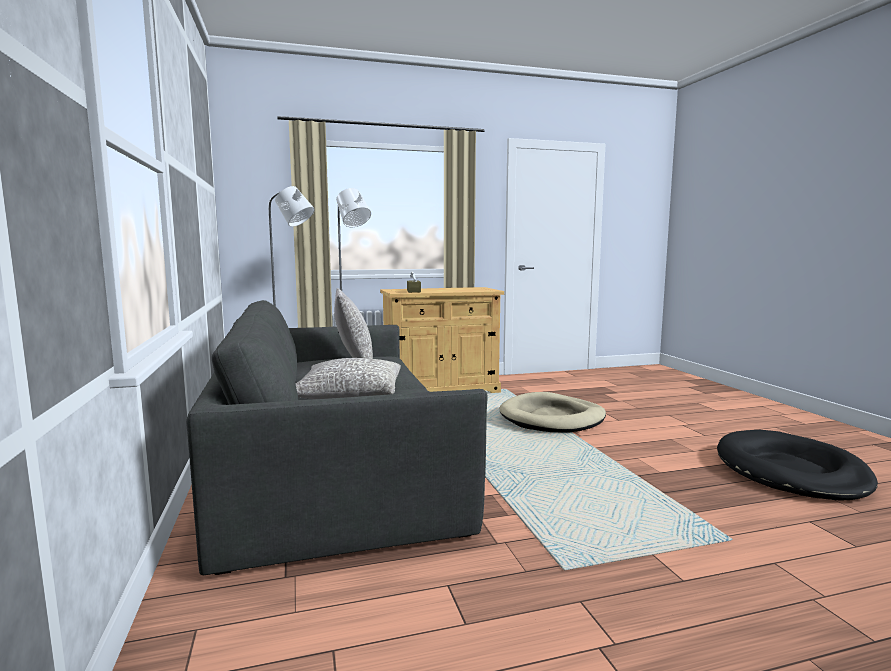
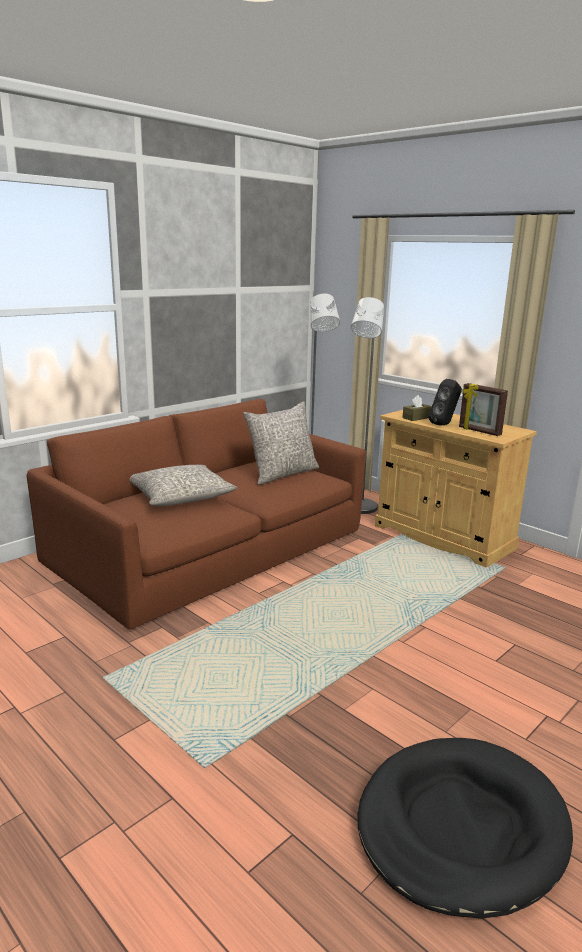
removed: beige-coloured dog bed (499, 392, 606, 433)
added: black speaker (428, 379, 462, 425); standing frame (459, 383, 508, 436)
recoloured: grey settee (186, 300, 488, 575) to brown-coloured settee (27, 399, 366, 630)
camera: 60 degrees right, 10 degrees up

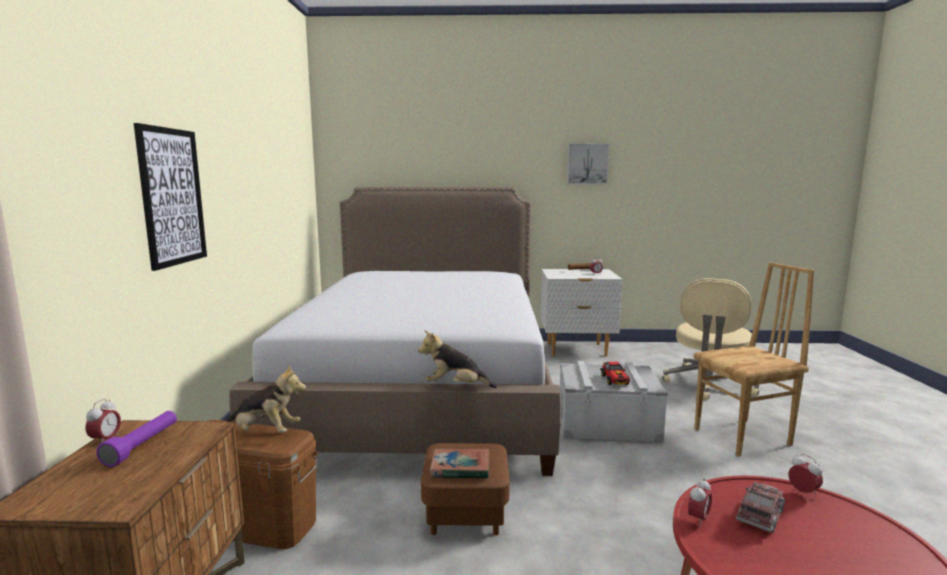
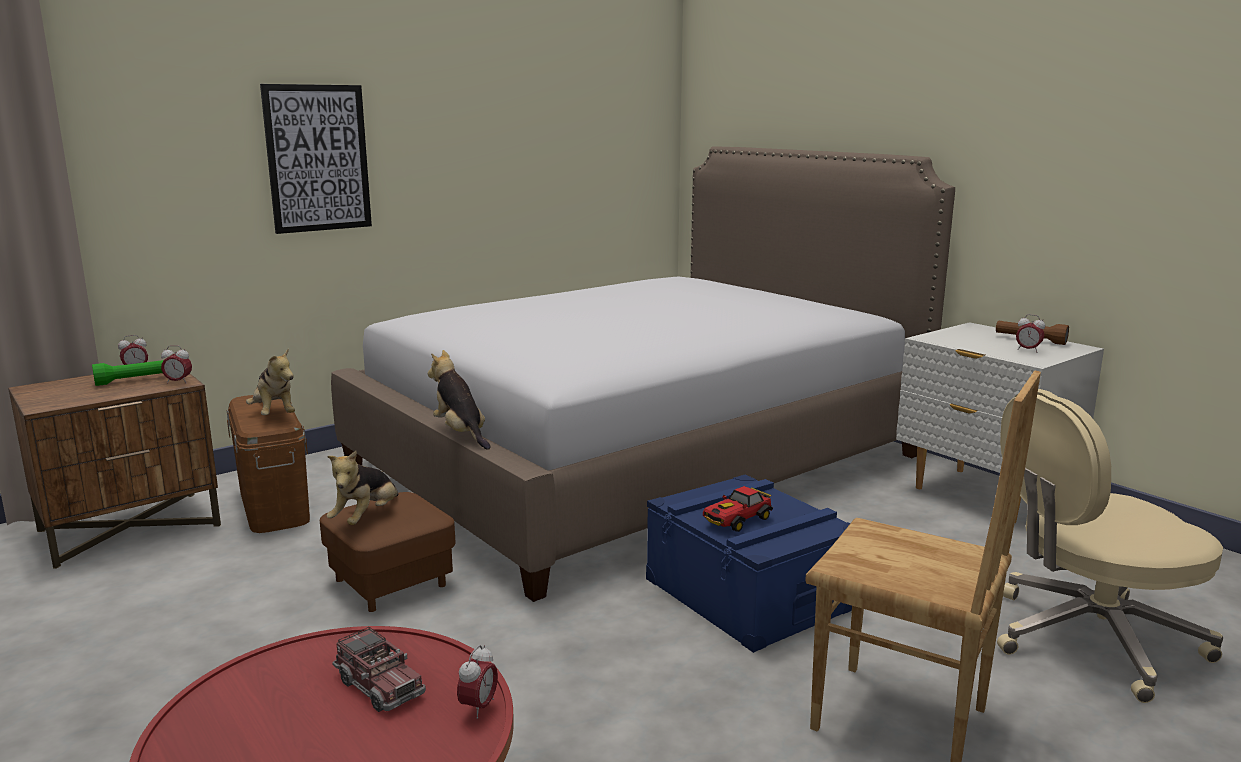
removed: wall picture (567, 144, 609, 184)
moved: alarm clock (688, 478, 712, 527) to (161, 345, 192, 384)
replaced: bound book (430, 449, 489, 478) to cuddly toy (327, 451, 399, 525)
recoloured: purplish torch (97, 411, 177, 467) to green-coloured torch (92, 360, 163, 386); grey storage box (560, 361, 668, 443) to blue-coloured storage box (646, 475, 852, 653)
turned: toy truck (736, 482, 785, 533) = (332, 627, 426, 712) 45 degrees clockwise
camera: 50 degrees right, 5 degrees up

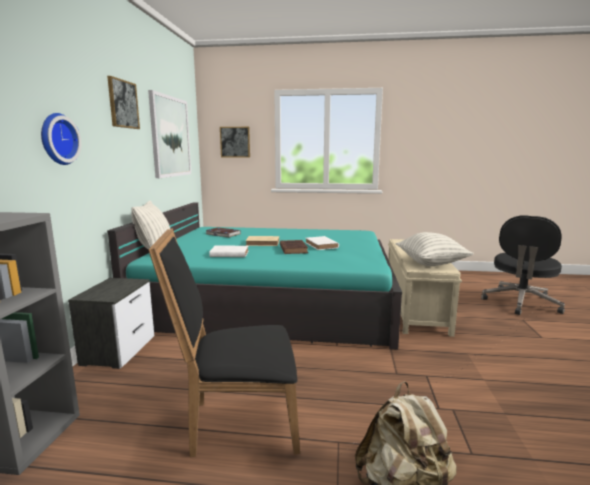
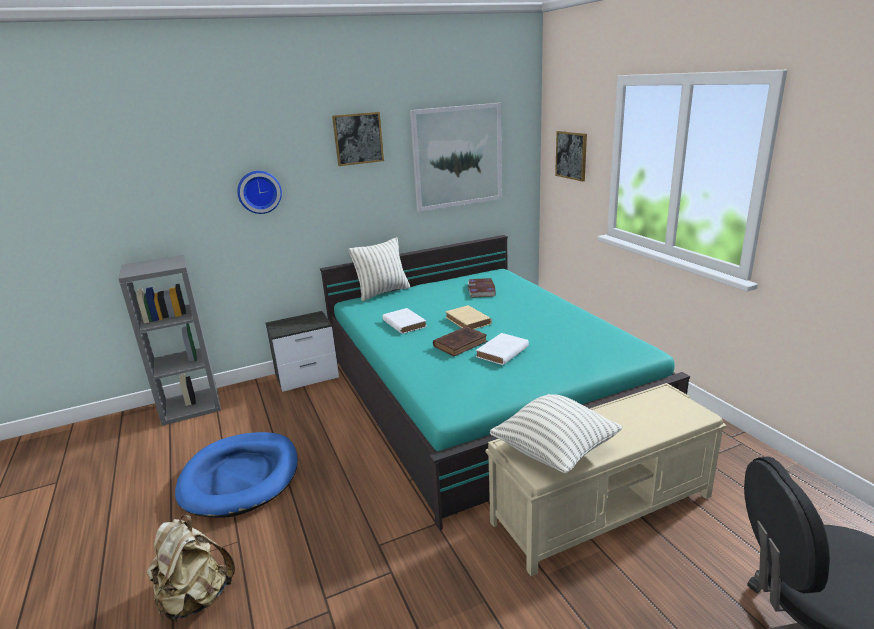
replaced: black chair (149, 228, 300, 457) to blue-coloured dog bed (175, 432, 298, 518)
camera: 60 degrees right, 10 degrees up

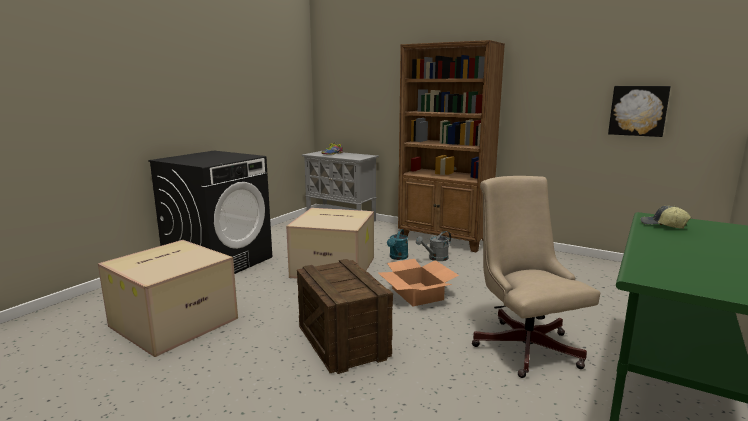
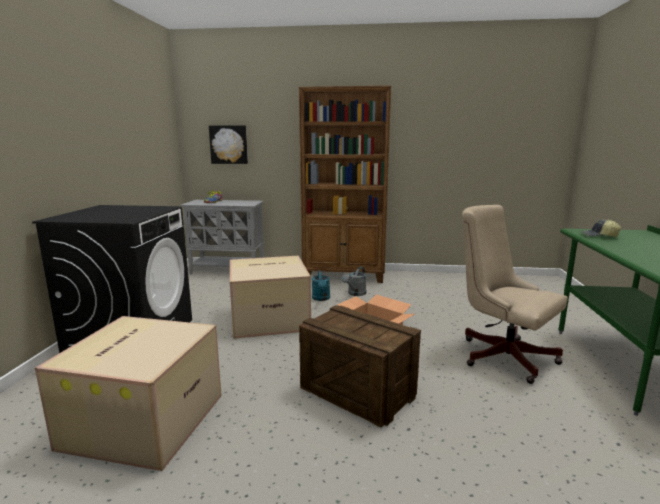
moved: wall picture (608, 86, 671, 137) to (209, 125, 248, 164)
camera: 25 degrees left, 0 degrees up

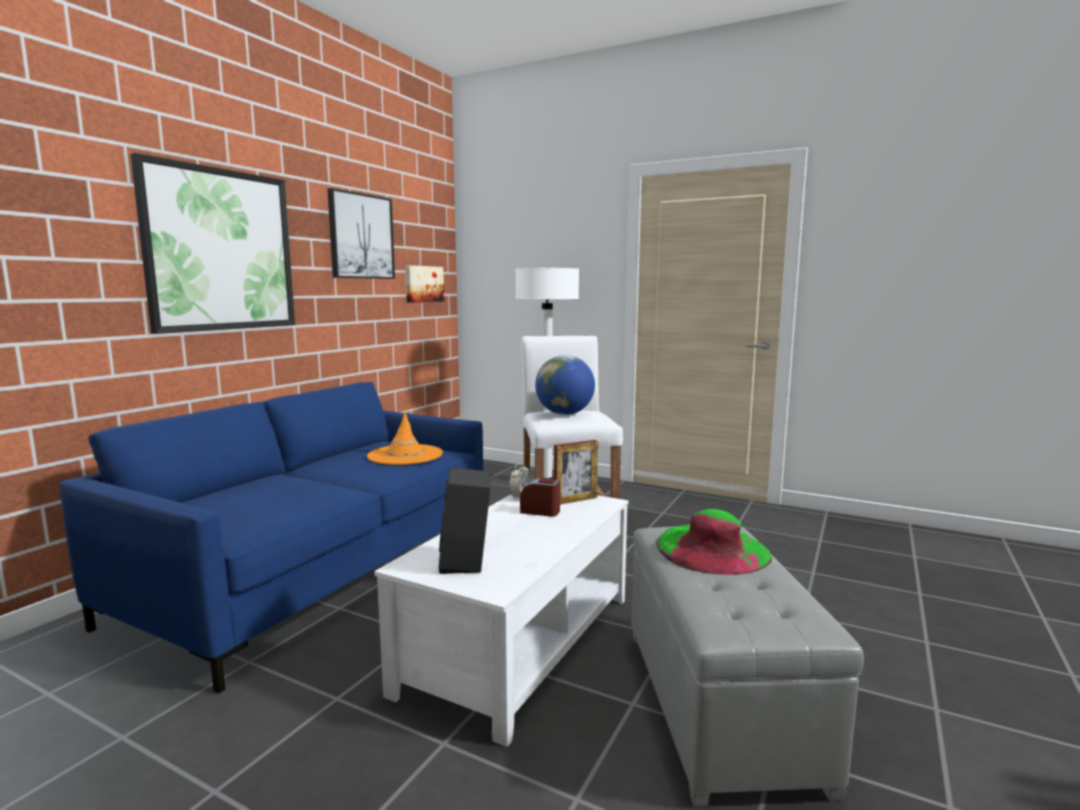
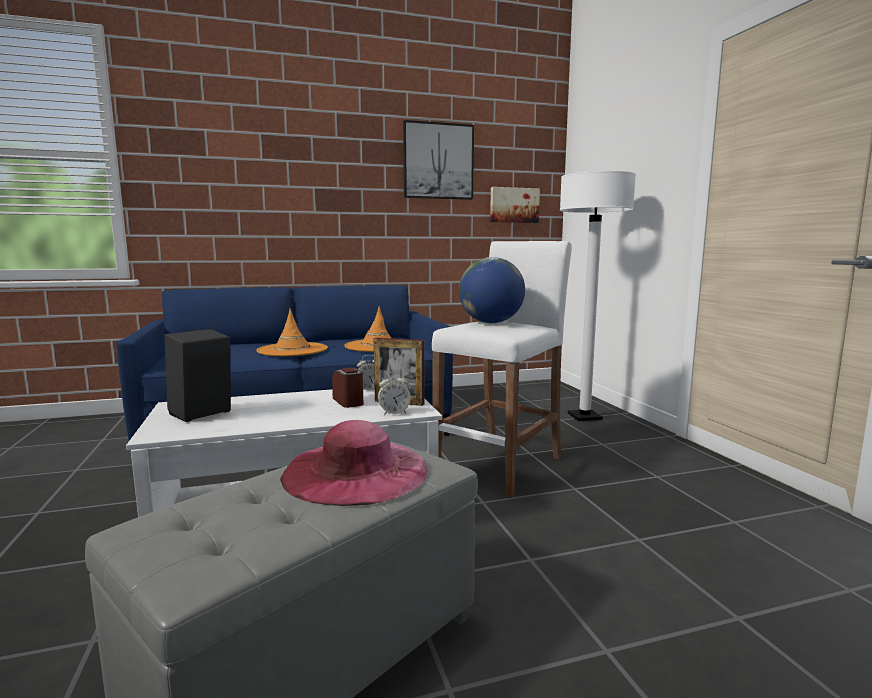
removed: wall picture (130, 153, 295, 334)
added: orange-coloured hat (256, 308, 328, 356); alarm clock (378, 372, 411, 415)
recoloured: green-coloured hat (656, 509, 772, 575) to pinkish hat (280, 420, 427, 506)
camera: 45 degrees right, 0 degrees up

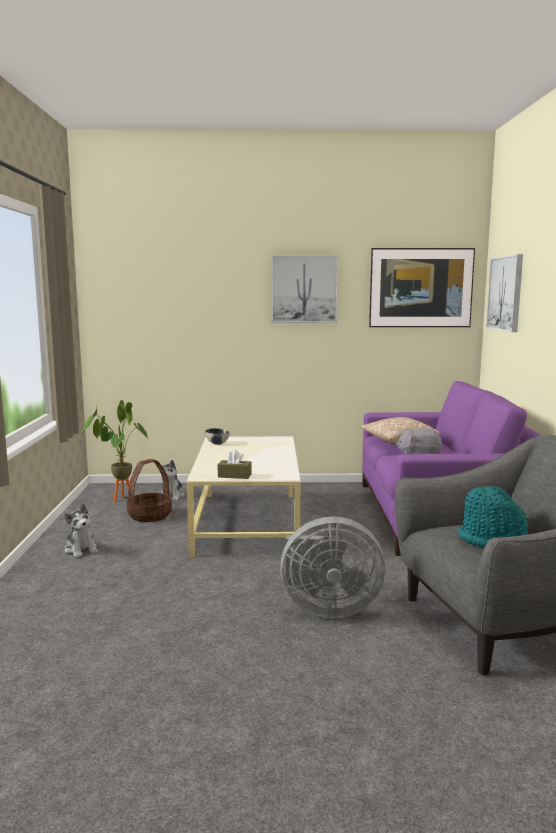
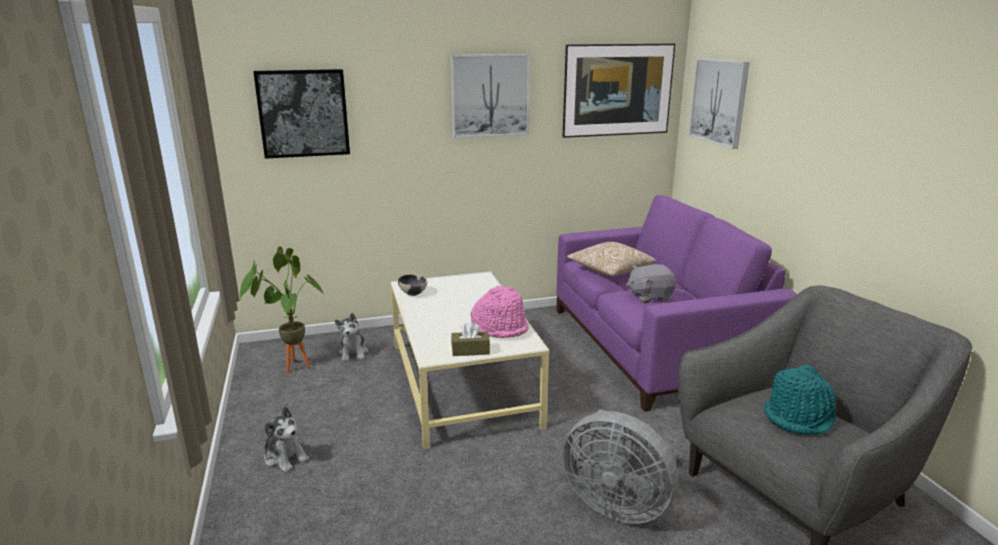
removed: storage basket (127, 459, 172, 522)
added: wall picture (253, 69, 350, 159); pinkish hat (471, 286, 529, 338)
turned: grey fan (280, 516, 386, 619) = (563, 409, 678, 524) 45 degrees clockwise
camera: 15 degrees left, 10 degrees up

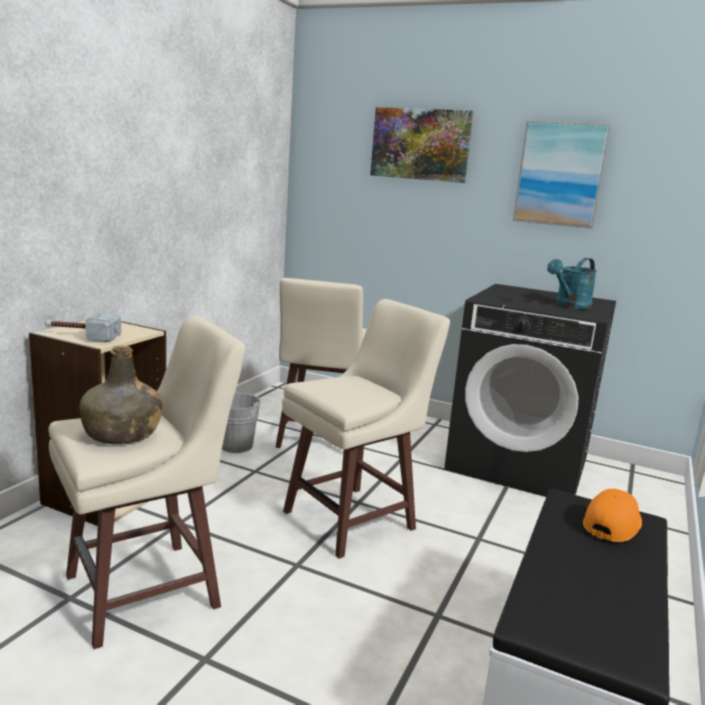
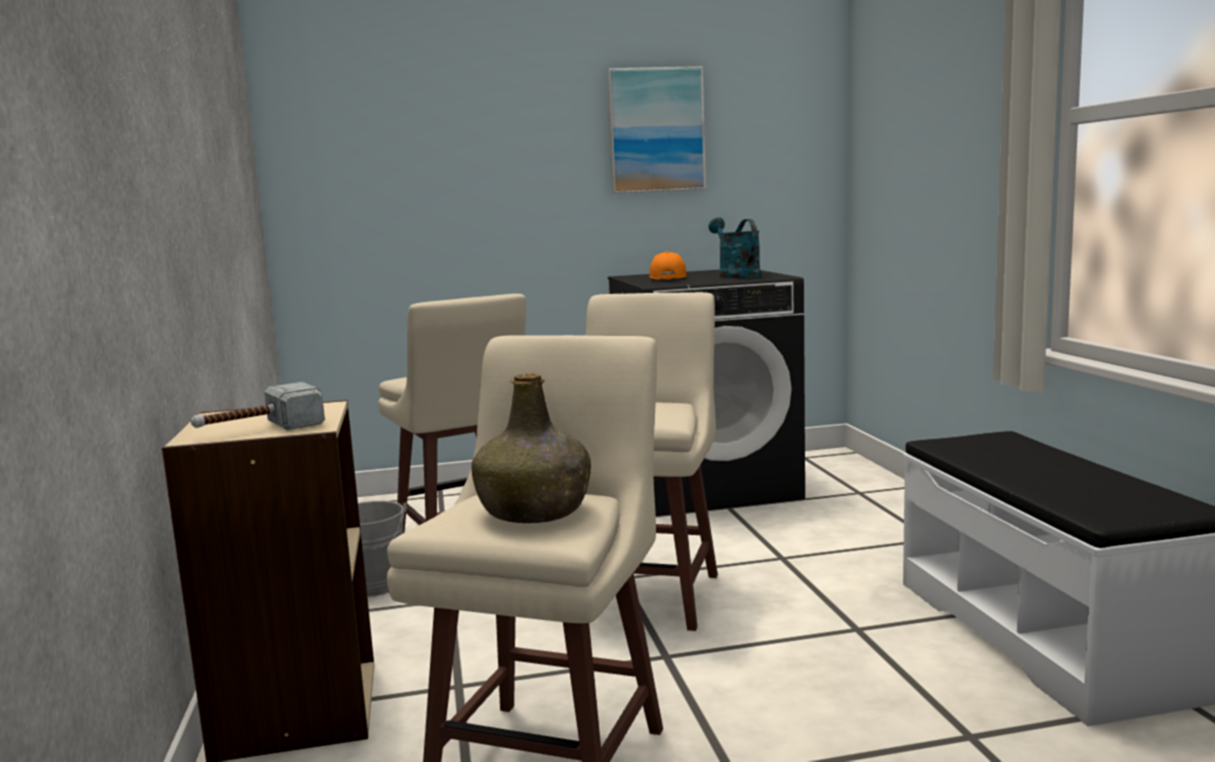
removed: wall picture (370, 107, 474, 183)
moved: orange-coloured baseball cap (583, 489, 642, 542) to (649, 251, 686, 280)
turned: turquoise watering can (547, 258, 597, 309) = (709, 217, 761, 278) 150 degrees clockwise
camera: 35 degrees left, 5 degrees down

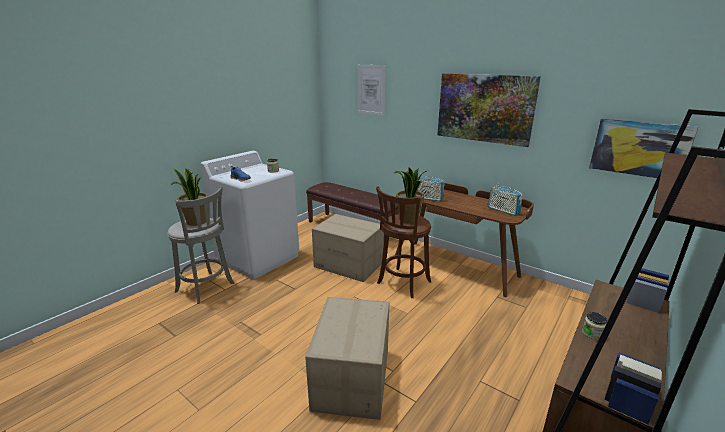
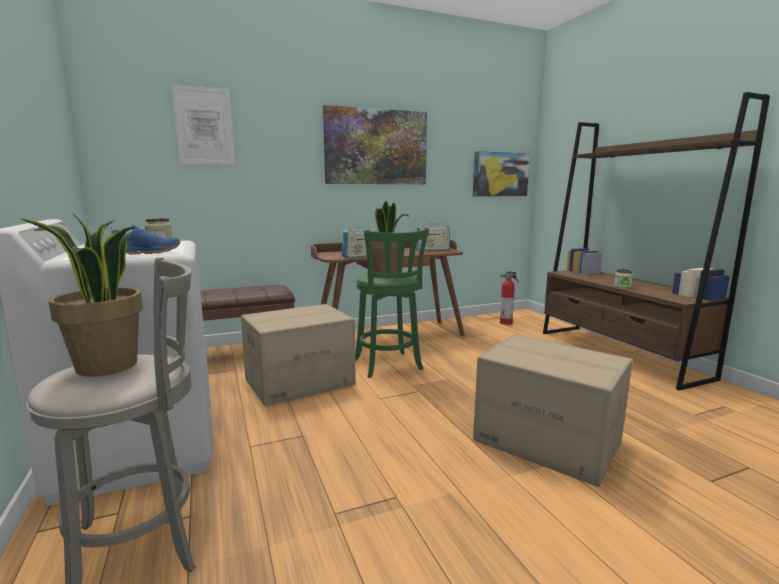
added: extinguisher (500, 271, 519, 325)
recoloured: brown-coloured stool seat (376, 186, 432, 298) to green-coloured stool seat (355, 228, 429, 378)
camera: 60 degrees left, 10 degrees down

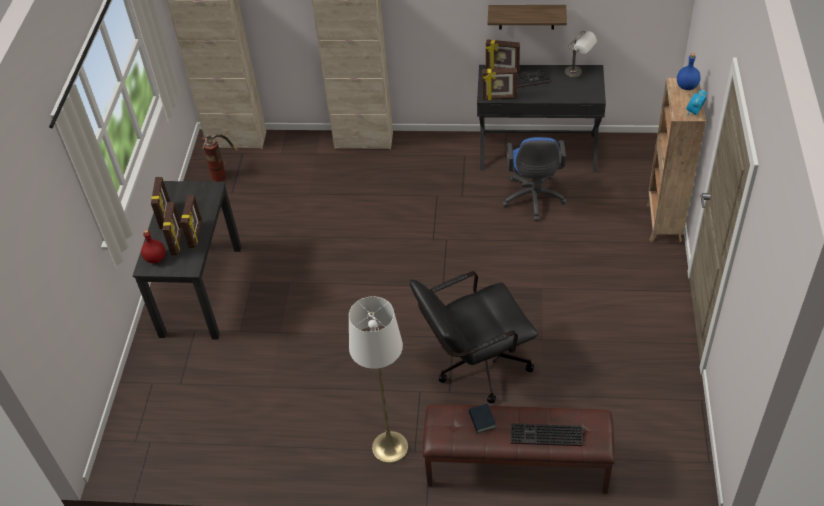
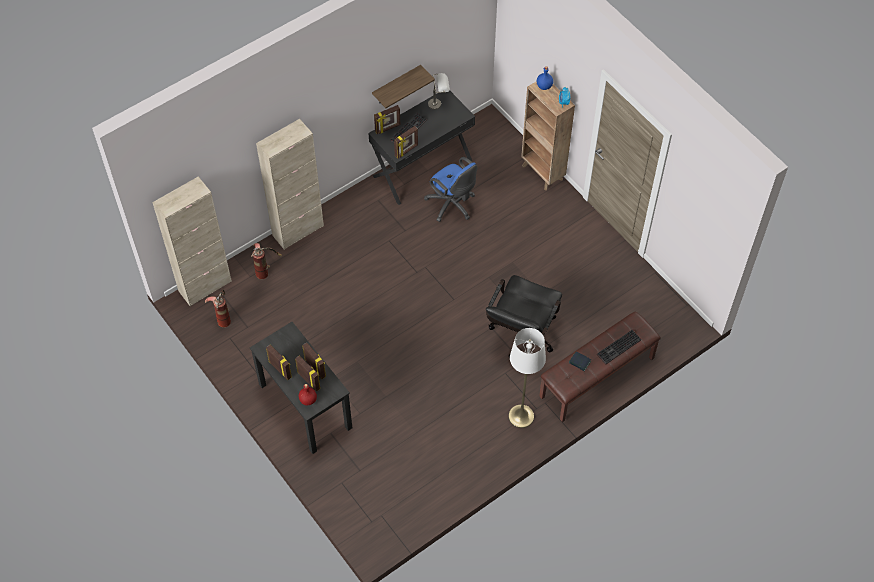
added: extinguisher (251, 243, 282, 279)
camera: 45 degrees left, 10 degrees up

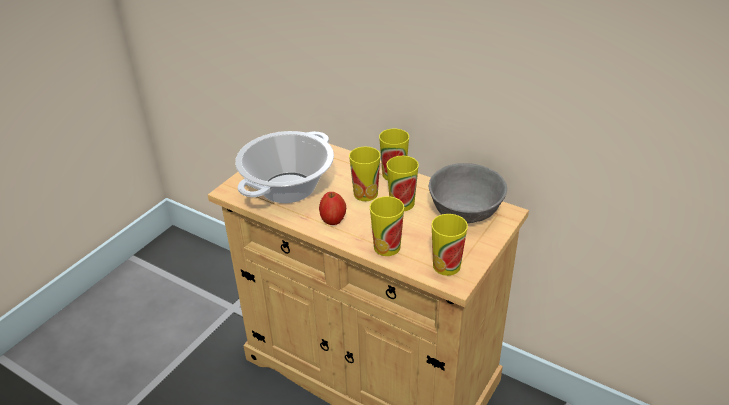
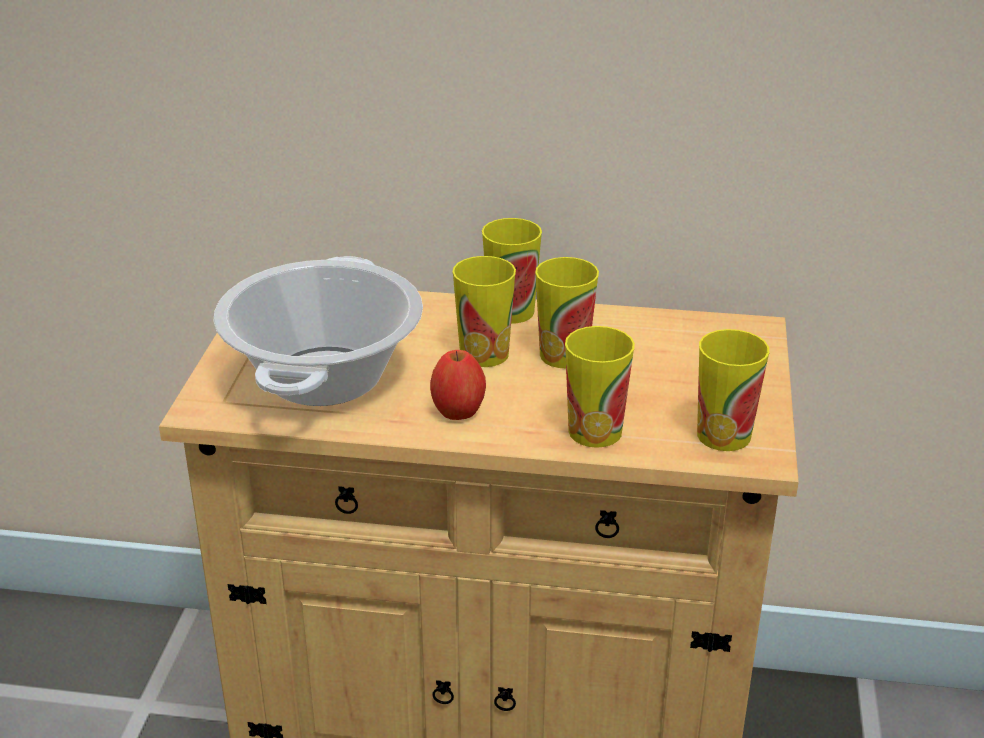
removed: grey serving bowl (429, 163, 507, 223)
camera: 25 degrees left, 5 degrees down

